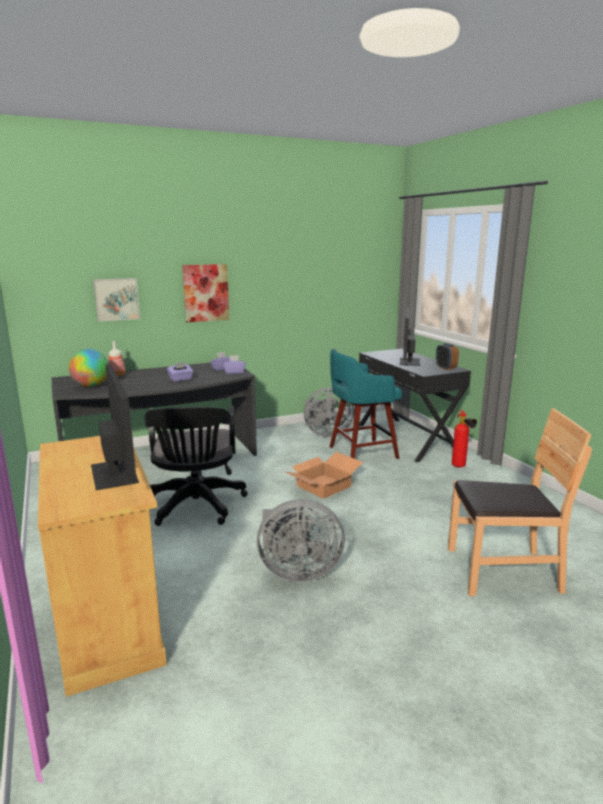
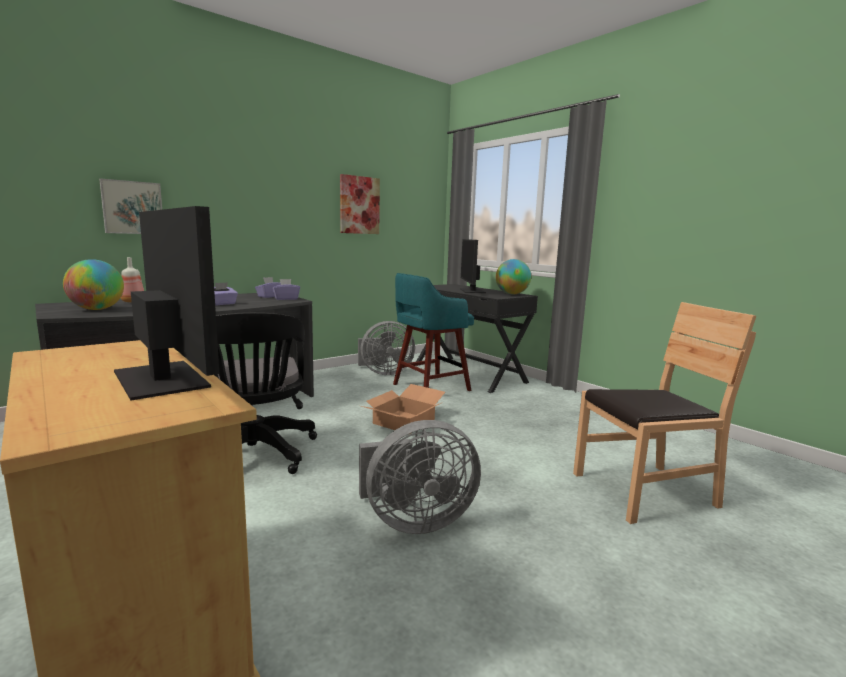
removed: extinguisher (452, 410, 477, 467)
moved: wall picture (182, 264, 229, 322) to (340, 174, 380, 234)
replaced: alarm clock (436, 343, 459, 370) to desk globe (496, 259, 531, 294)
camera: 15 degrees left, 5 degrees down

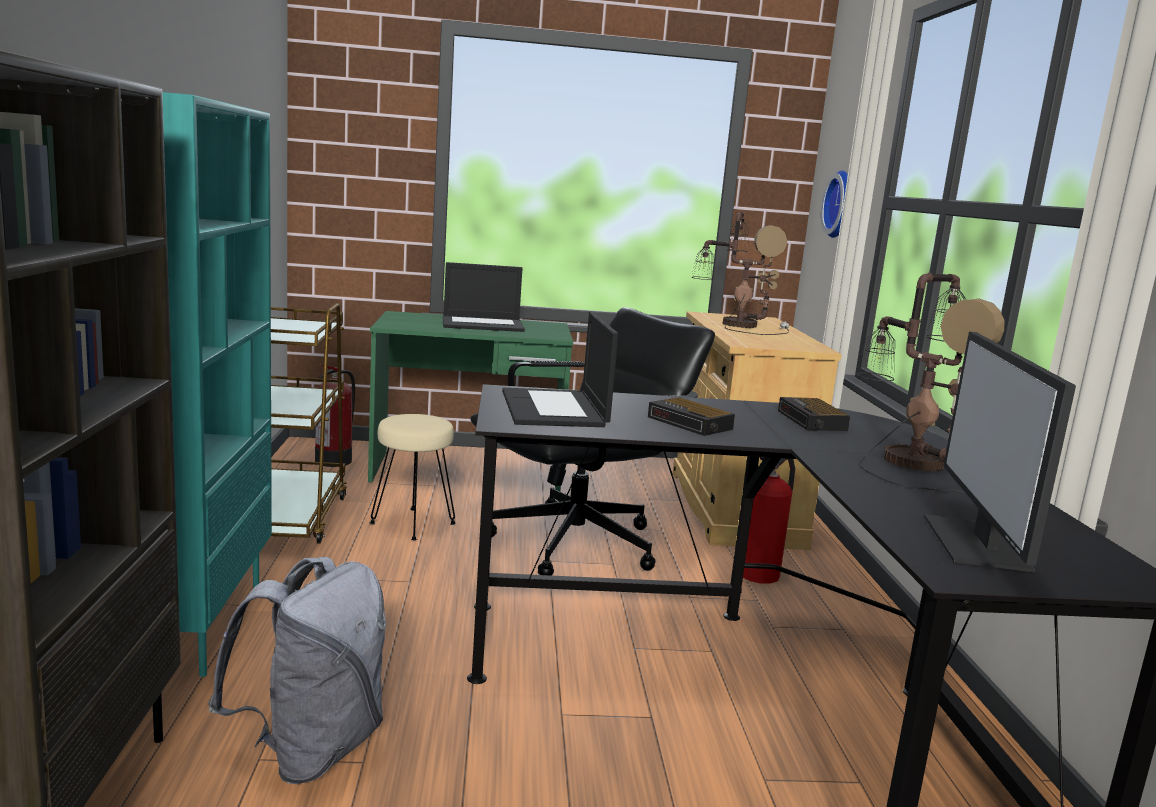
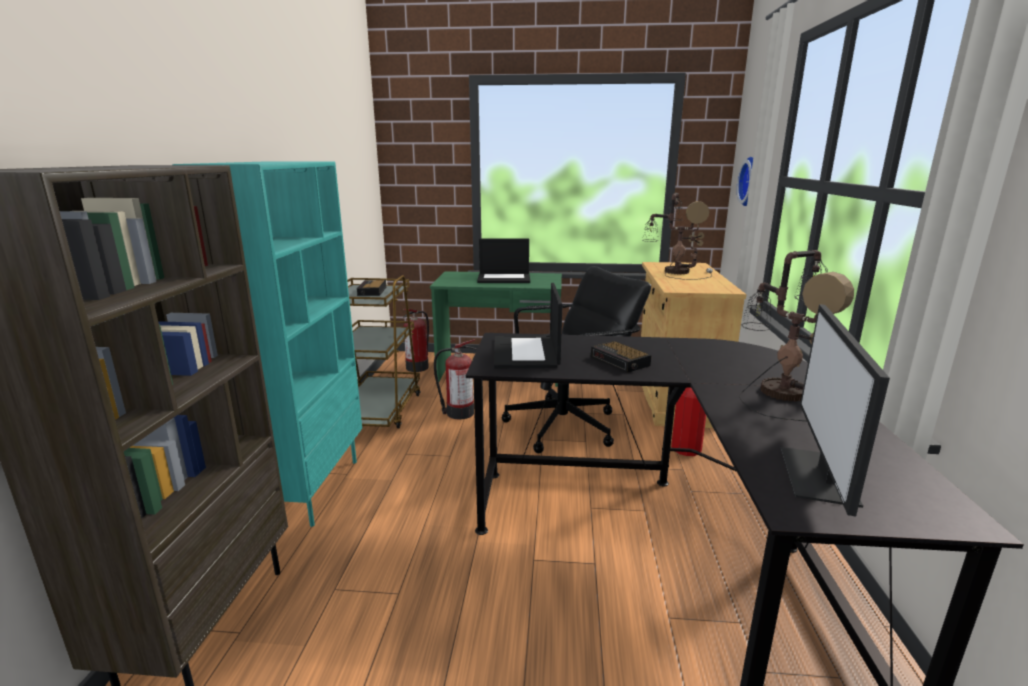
removed: grey rucksack (208, 557, 386, 784)
moved: alarm clock (778, 397, 850, 431) to (357, 280, 386, 296)
replaced: beige-coloured stool seat (370, 414, 456, 540) to extinguisher (434, 339, 476, 419)
camera: 10 degrees right, 5 degrees up

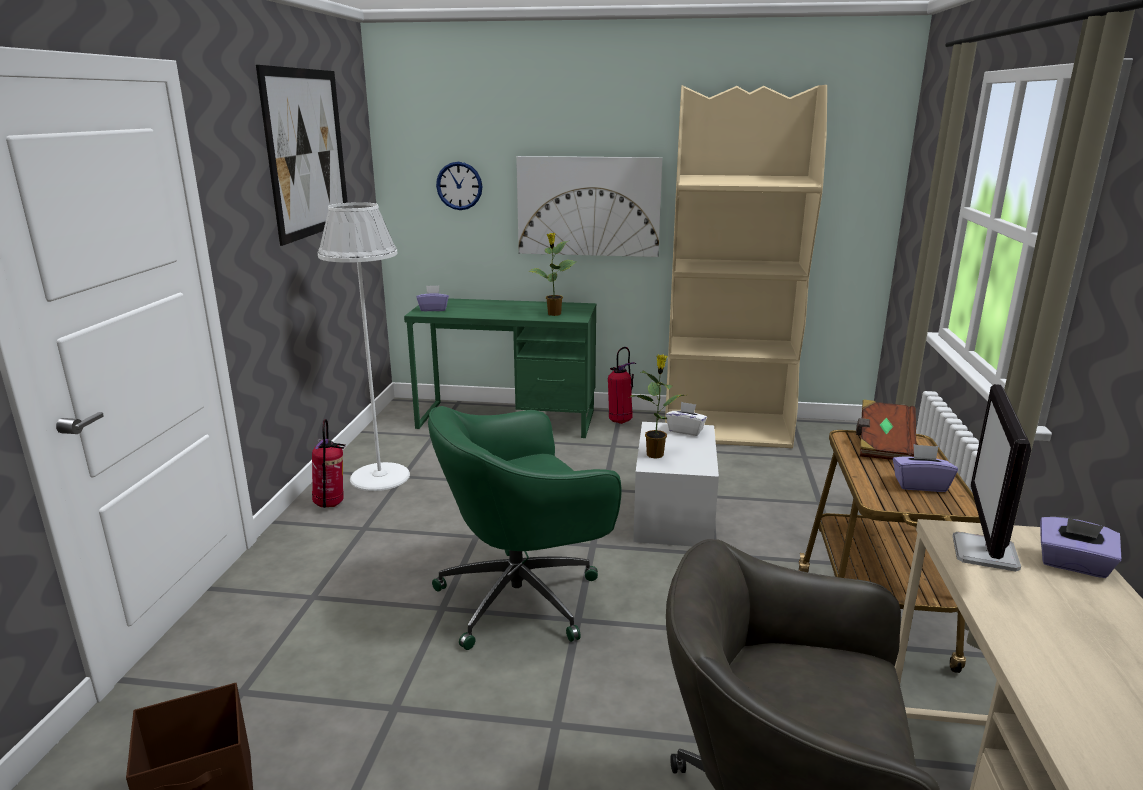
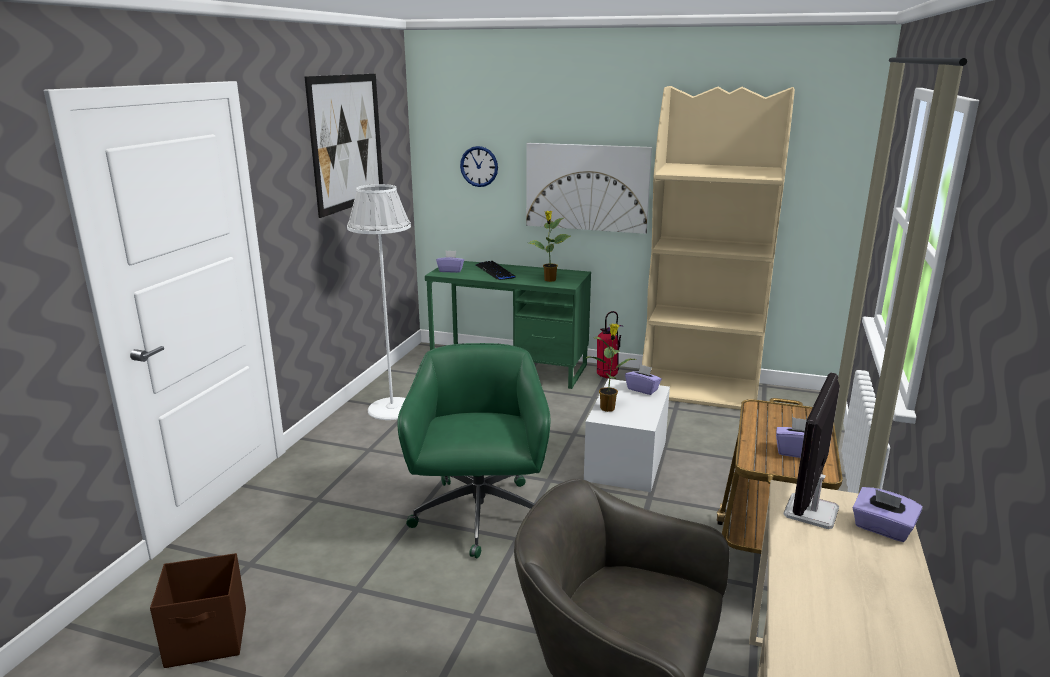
removed: extinguisher (312, 419, 346, 508); brown-coloured bound book (856, 399, 917, 460)
added: keyboard (476, 261, 516, 280)
recoloured: whitish box of tissues (666, 402, 707, 436) to purplish box of tissues (625, 364, 662, 395)
turned: green-coloured desk chair (428, 406, 622, 650) = (397, 343, 550, 558) 105 degrees clockwise
camera: 10 degrees right, 0 degrees up

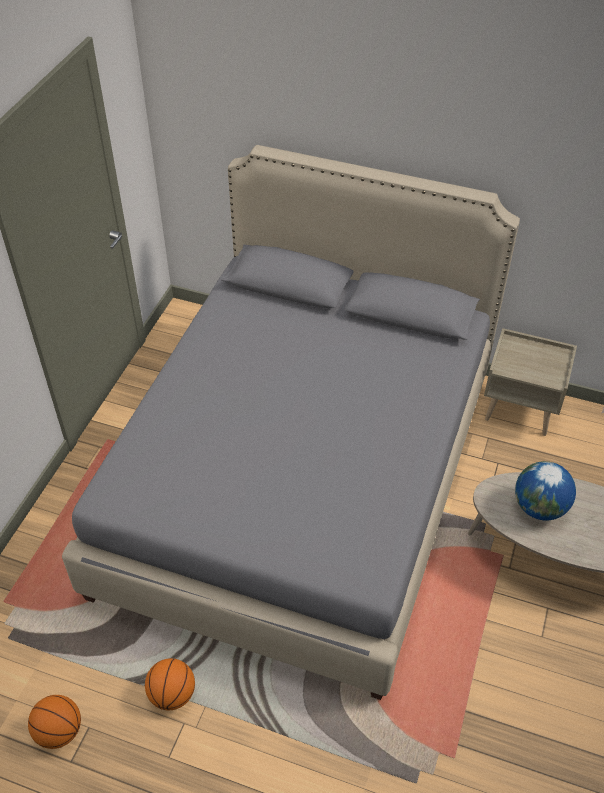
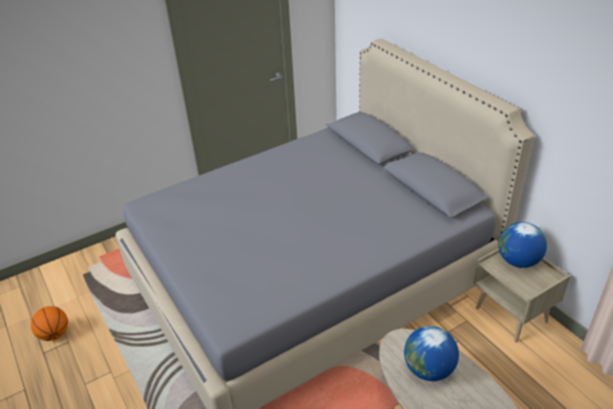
removed: basketball (145, 658, 195, 710)
added: desk globe (498, 222, 547, 268)
camera: 40 degrees right, 10 degrees down

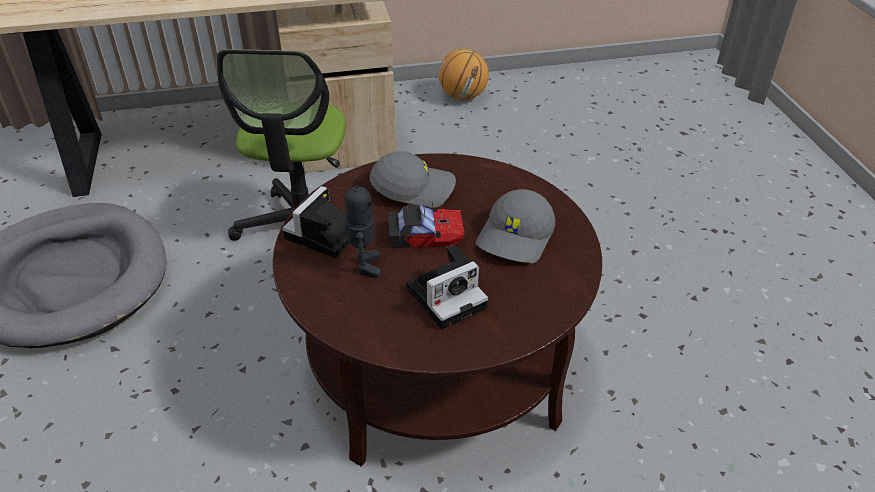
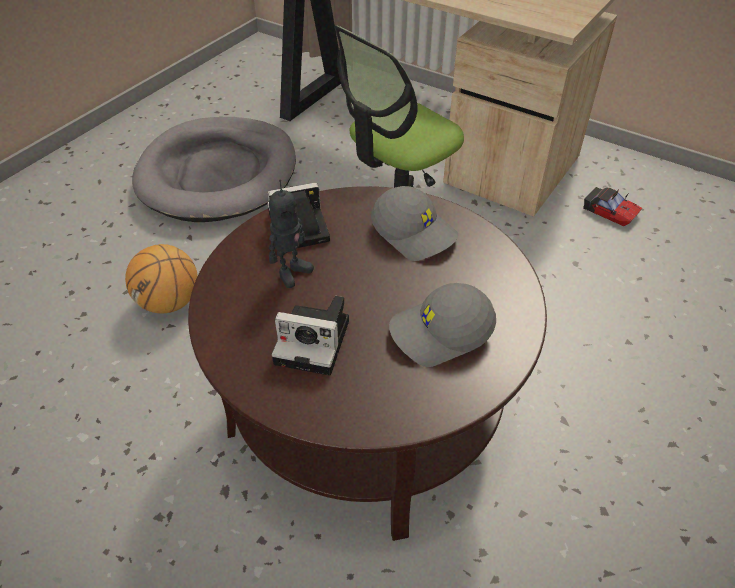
moved: basketball (439, 49, 489, 100) to (125, 244, 198, 313); toy car (388, 203, 464, 249) to (583, 187, 642, 226)
camera: 45 degrees right, 5 degrees up

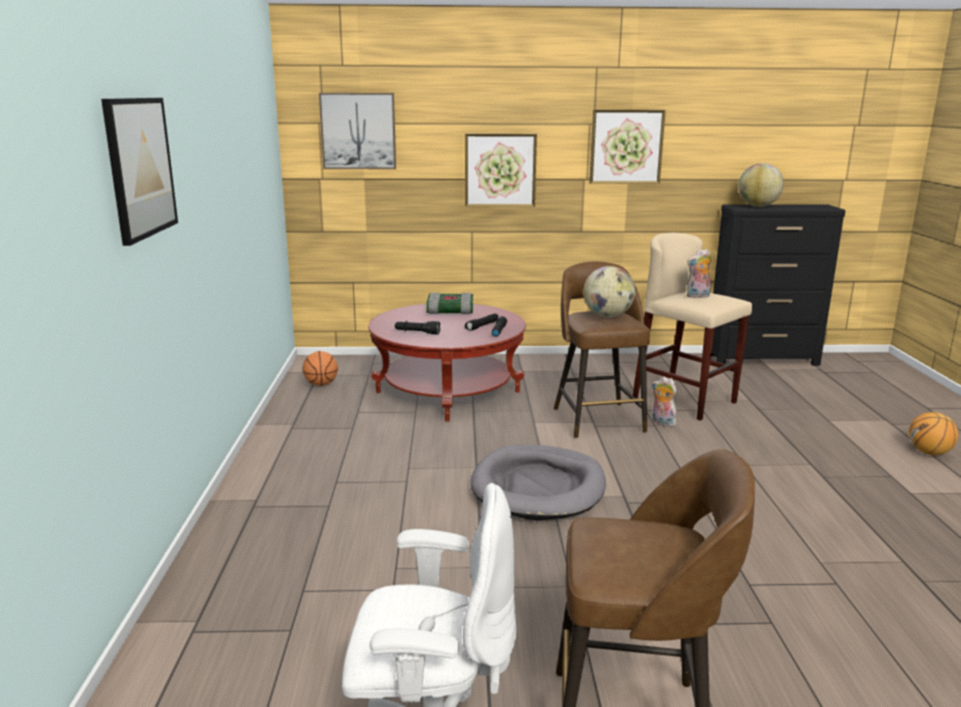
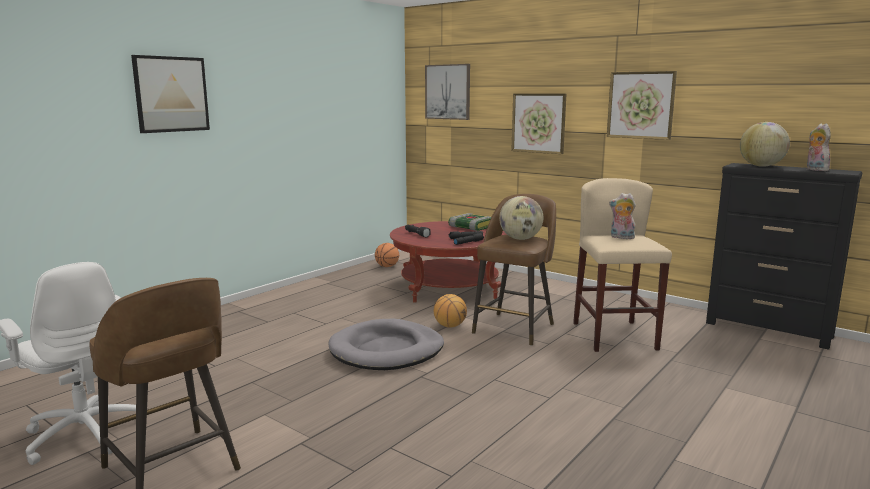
moved: basketball (909, 412, 958, 455) to (434, 294, 467, 328); cuddly toy (652, 377, 677, 427) to (807, 123, 831, 171)
camera: 40 degrees right, 5 degrees down

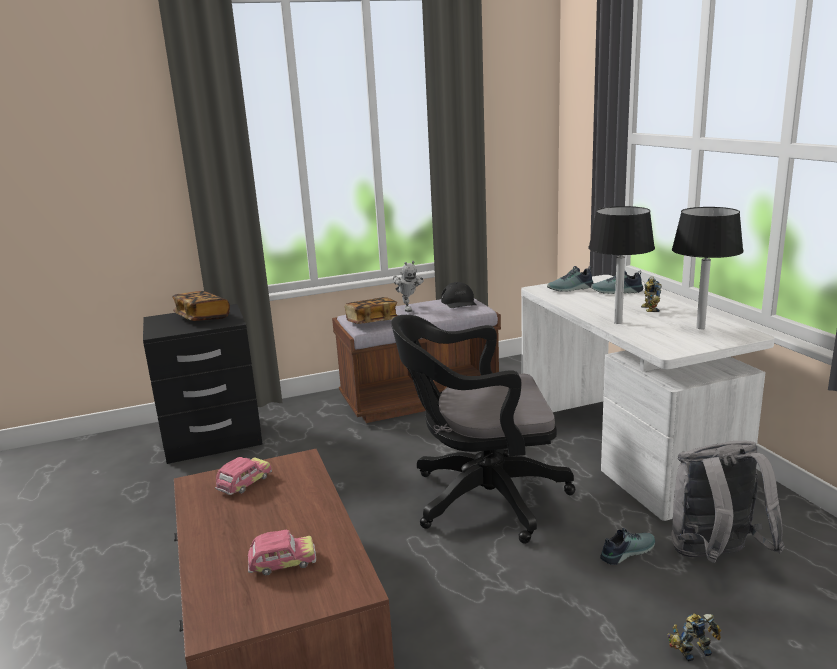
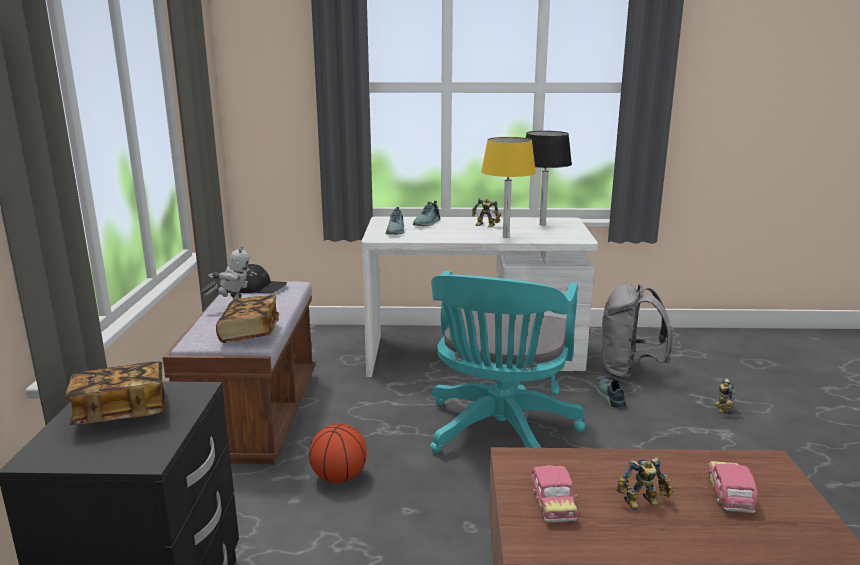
added: basketball (309, 424, 367, 483); toy robot (616, 458, 673, 510)
recoloured: black desk chair (391, 315, 576, 544) to turquoise desk chair (430, 271, 585, 453); black tabletop lamp (588, 206, 655, 324) to yellowish tabletop lamp (481, 137, 536, 238)
turned: toy car (215, 457, 272, 495) = (532, 465, 578, 522) 150 degrees counterclockwise
camera: 70 degrees left, 0 degrees up

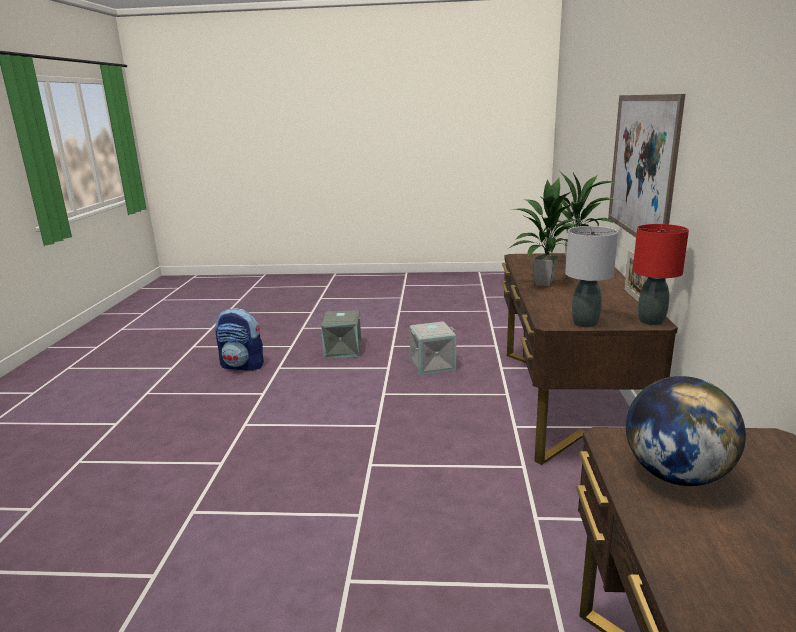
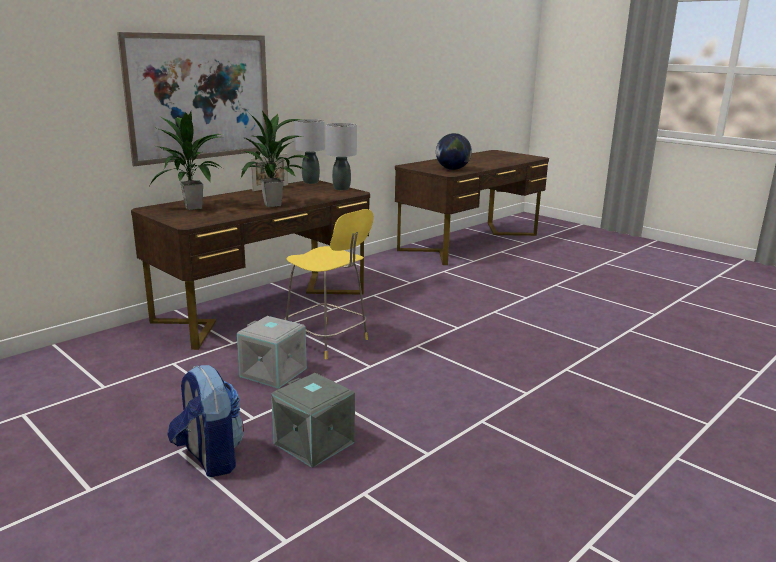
added: yellowish stool seat (284, 209, 374, 359)
moved: rucksack (215, 308, 264, 371) to (167, 365, 244, 477)
recoloured: red tabletop lamp (633, 224, 689, 325) to grey tabletop lamp (295, 119, 325, 184)
camera: 140 degrees left, 0 degrees up

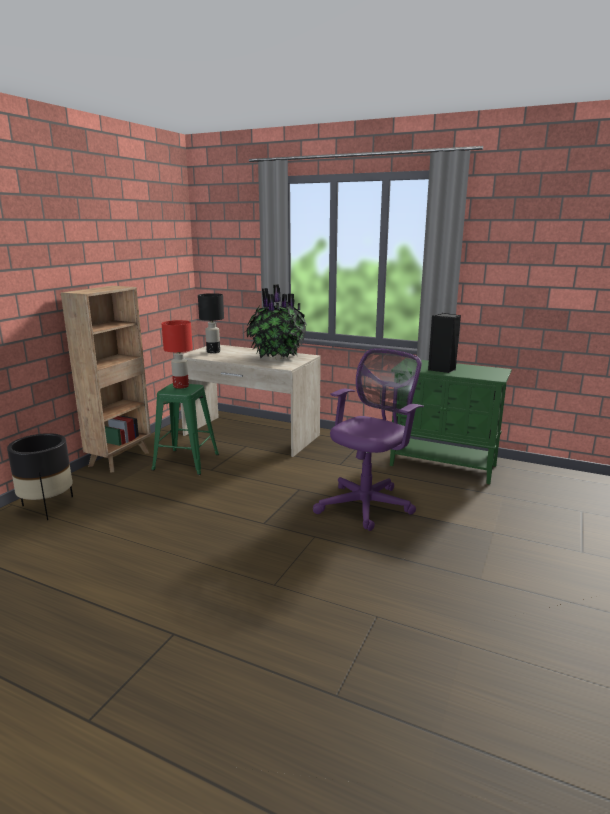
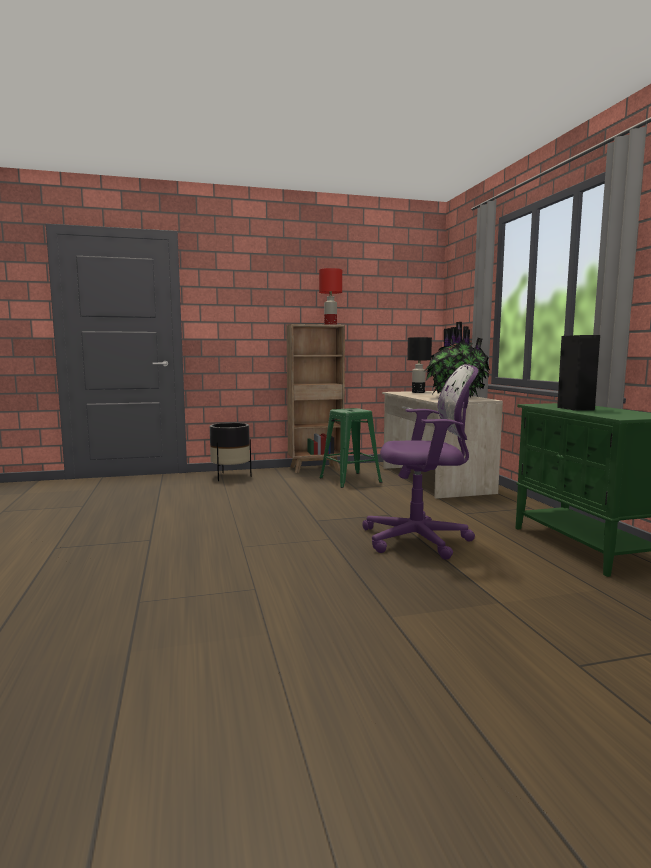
moved: red tabletop lamp (161, 320, 193, 389) to (319, 268, 342, 325)
camera: 50 degrees right, 10 degrees down

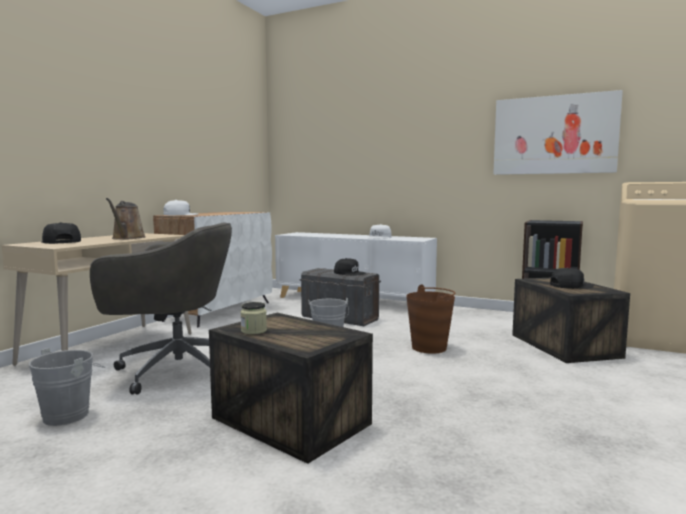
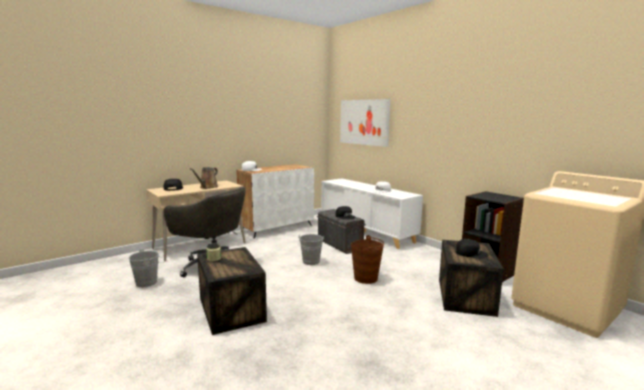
moved: wall picture (493, 90, 623, 175) to (340, 99, 391, 147)
camera: 25 degrees right, 5 degrees up

